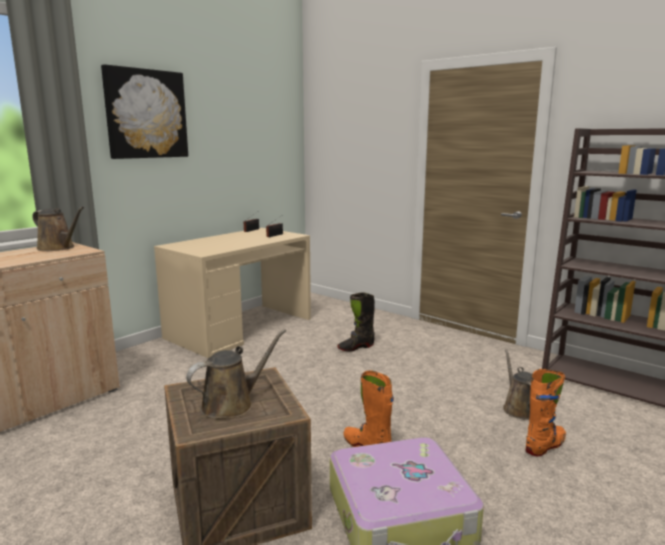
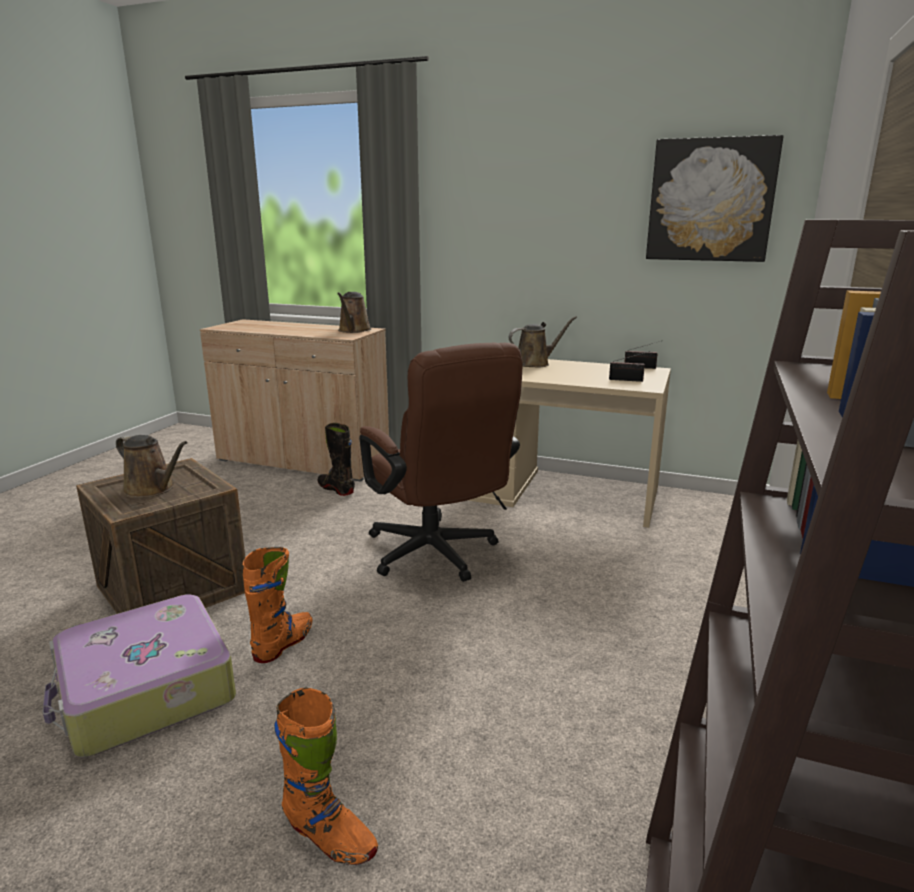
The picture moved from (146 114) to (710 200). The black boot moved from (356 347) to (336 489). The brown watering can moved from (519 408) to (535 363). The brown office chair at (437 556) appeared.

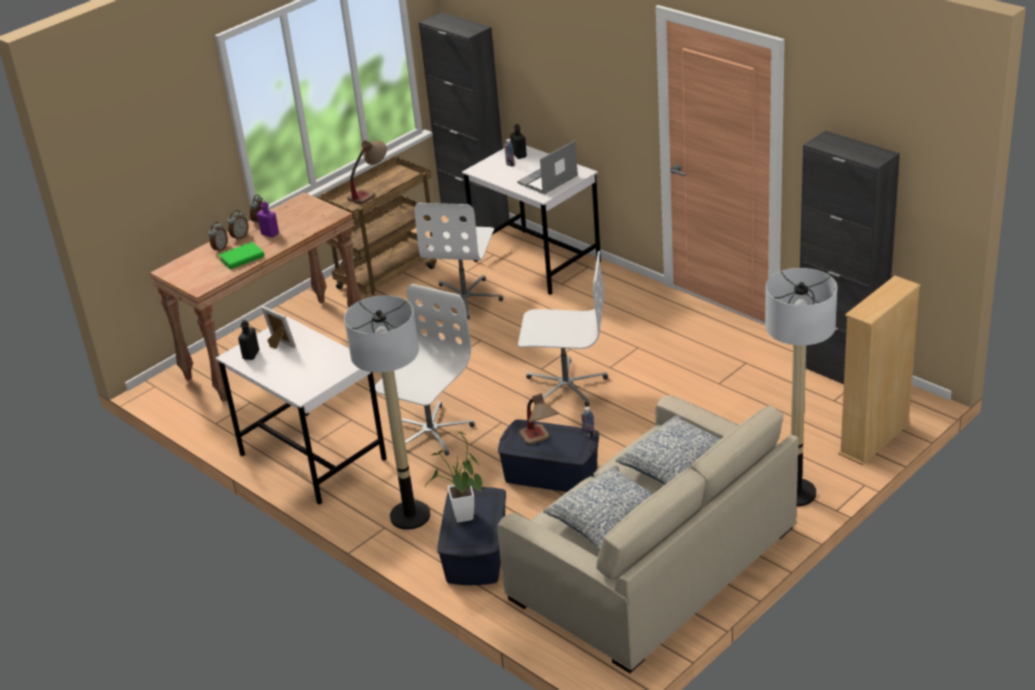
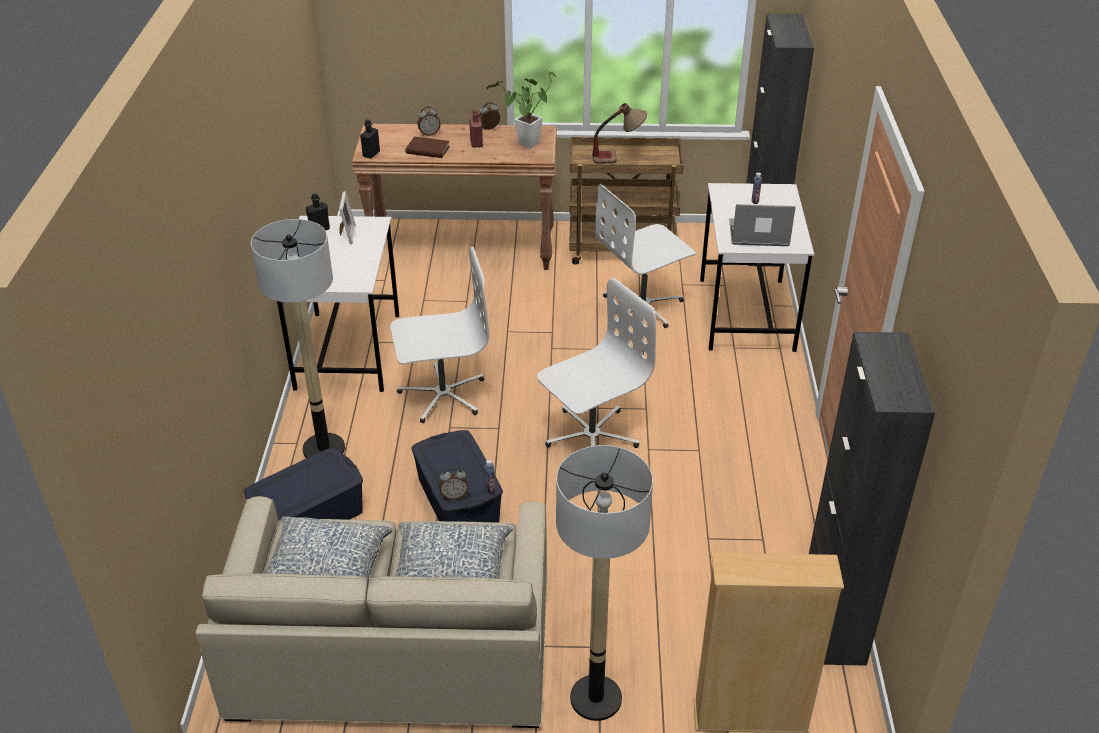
The green book at (242 258) became the brown book at (427 150). The alarm clock moved from (239 237) to (454 496). The purple bottle at (270 234) became the red bottle at (476 143). The potted plant moved from (464 520) to (525 146). The black bottle moved from (519 155) to (371 154). The white office chair at (565 385) turned 90 degrees counterclockwise. The table lamp at (540 444) disappeared.

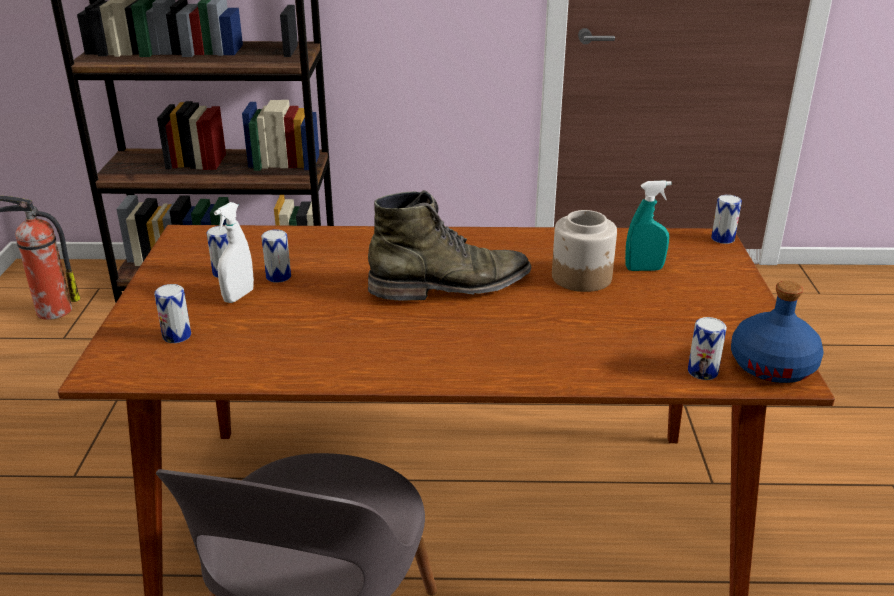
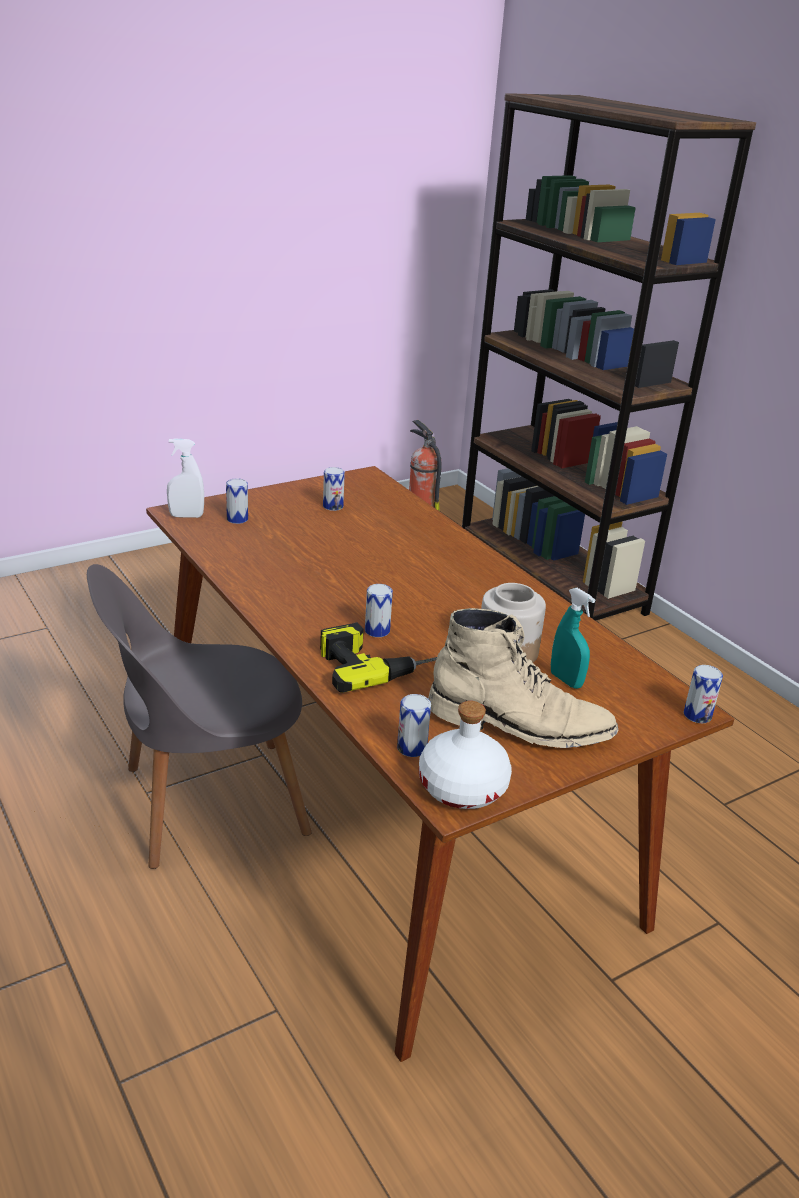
The white spray bottle moved from (238 296) to (186 516). The can moved from (278 276) to (377 630). The green boot at (451 286) disappeared. The blue bottle at (772 366) became the white bottle at (463 787). The power drill at (379 662) appeared. The beige boot at (520 725) appeared.

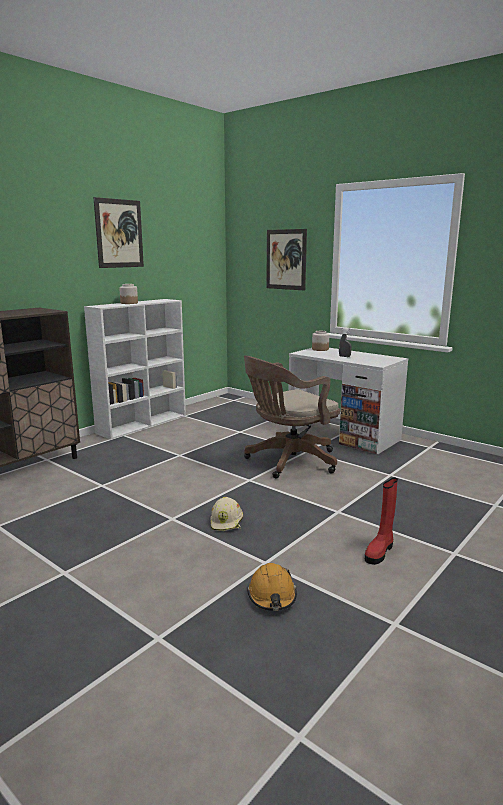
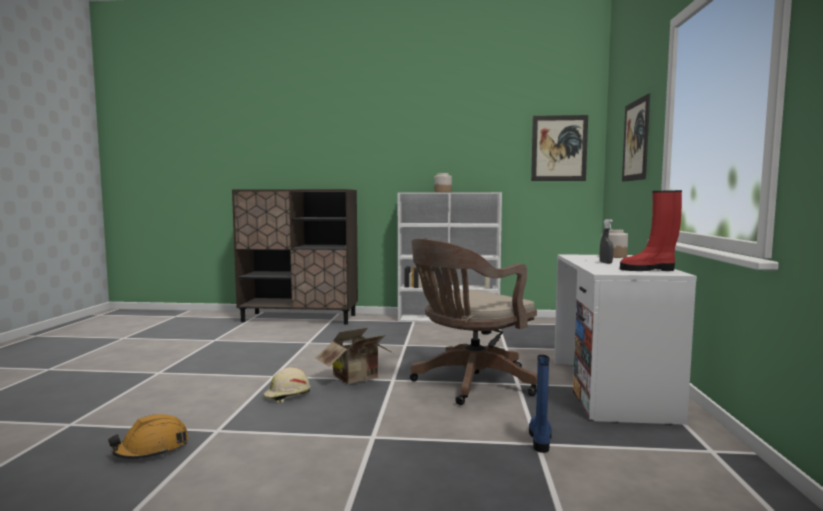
The picture moved from (119 233) to (559 148). The brown office chair at (288 461) turned 60 degrees counterclockwise. The red boot moved from (379 552) to (648 270). The cardboard box at (358 378) appeared. The blue boot at (540 439) appeared.

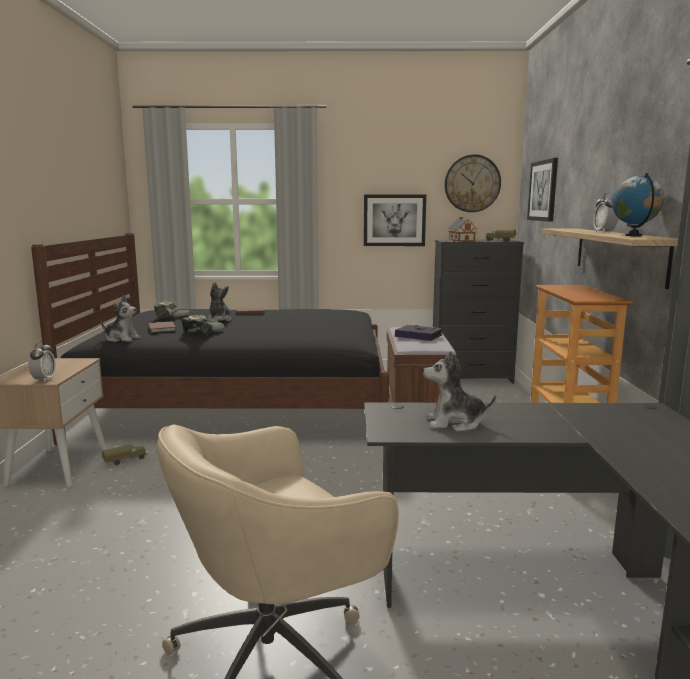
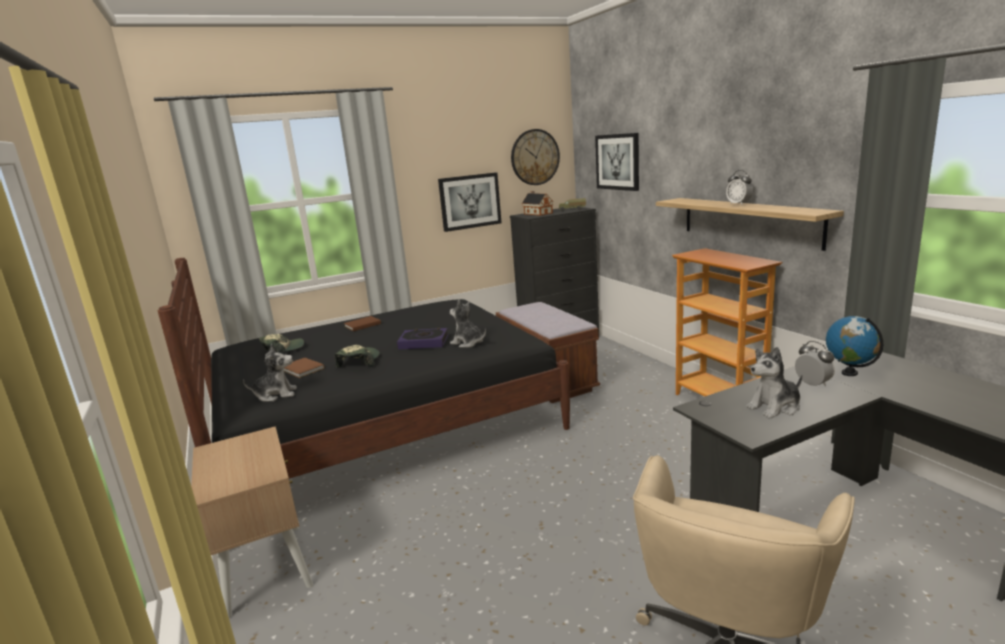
The alarm clock moved from (44 379) to (812 384). The toy truck at (125 460) disappeared. The plush toy moved from (219 320) to (468 343). The book moved from (418 336) to (423 342). The globe moved from (633 235) to (850 373).

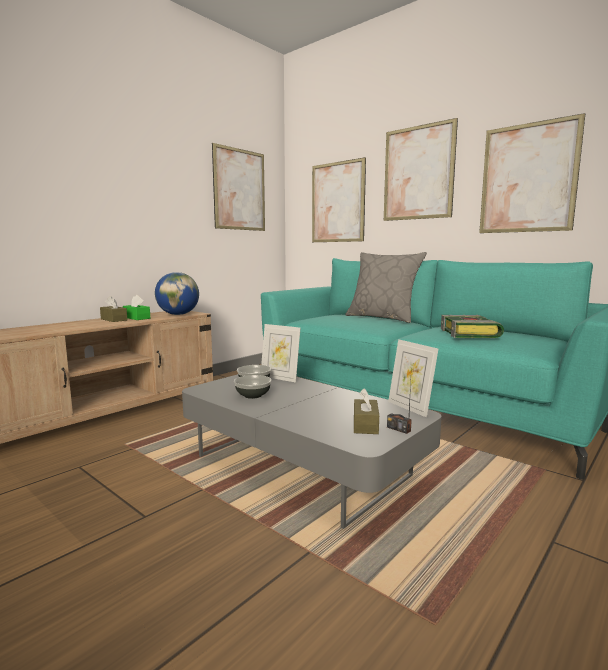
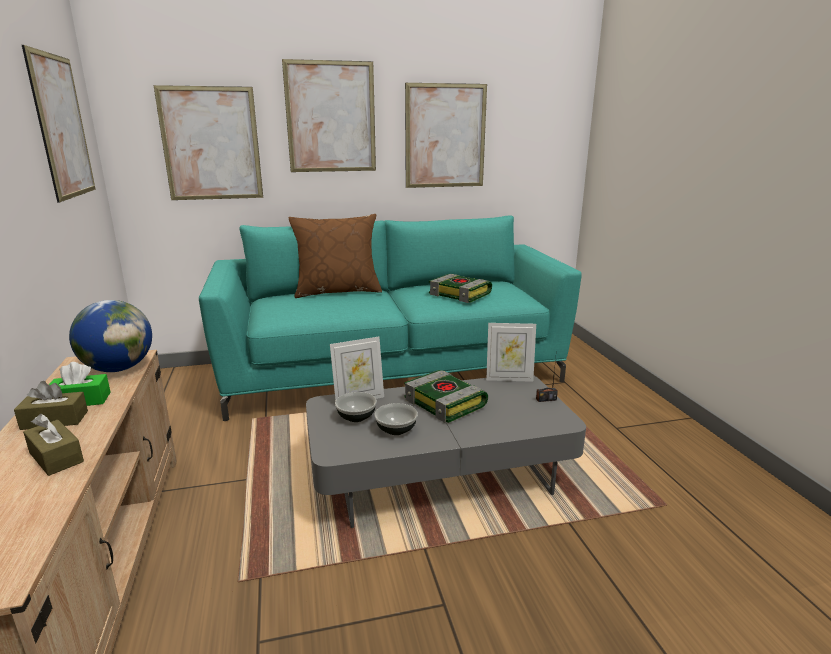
The grey pillow at (382 318) became the brown pillow at (338 291). The brown tissue box moved from (365 425) to (56 457). The book at (446 403) appeared.

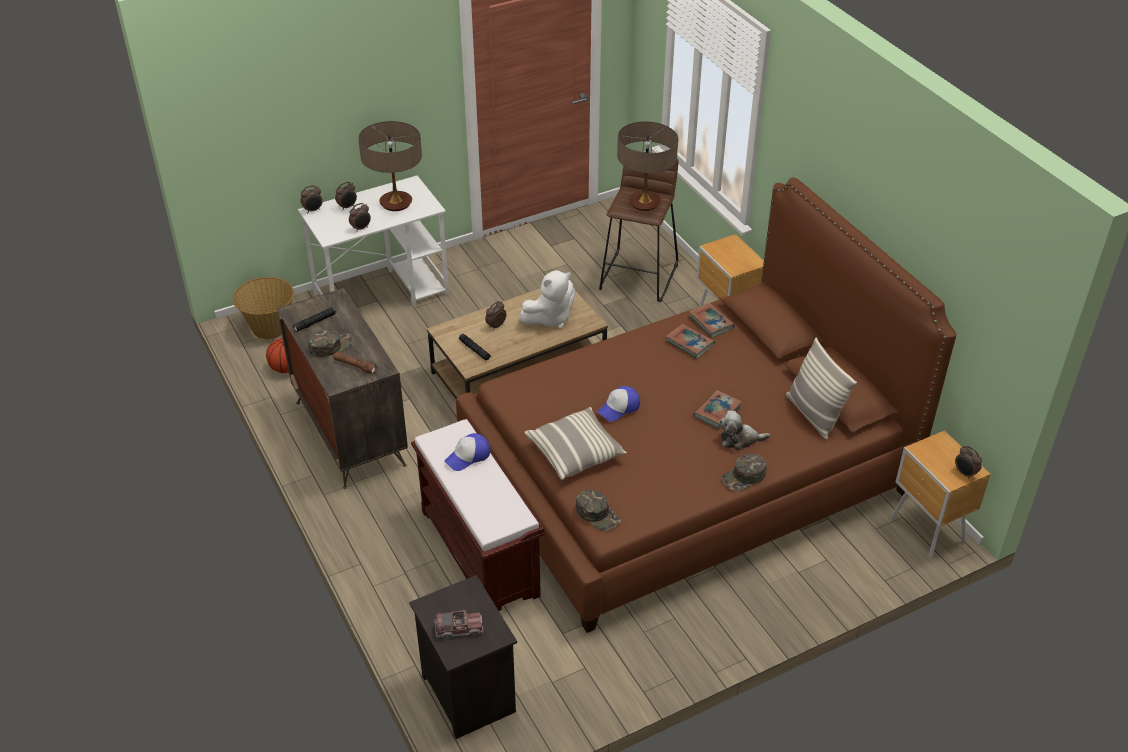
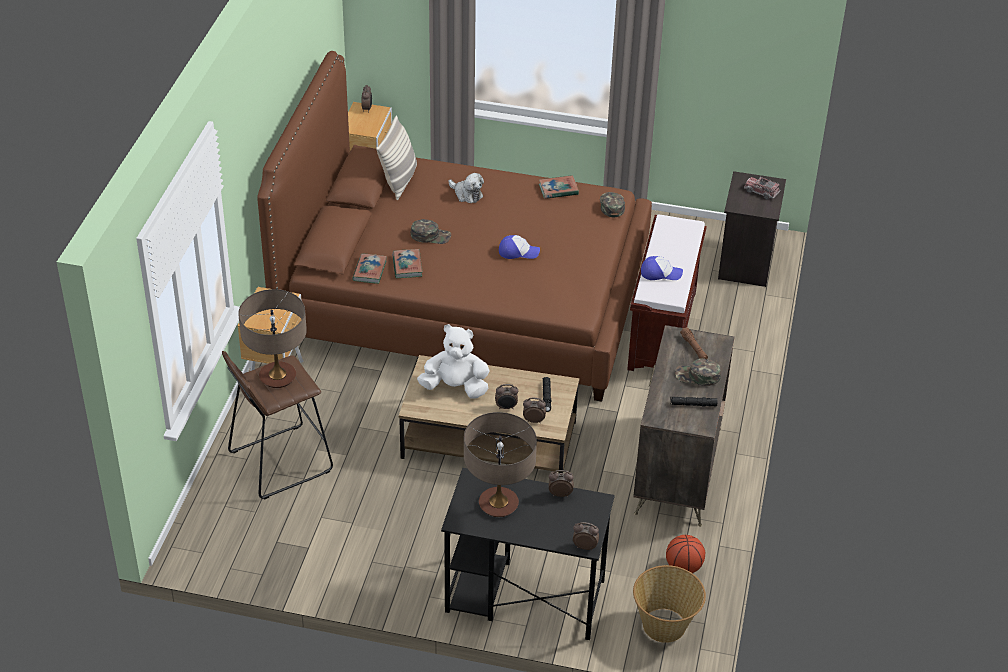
The white desk at (382 294) became the black desk at (523 596). The alarm clock moved from (347 207) to (534 420). The pillow at (575 452) disappeared. The book moved from (717 411) to (558 189). The green cap moved from (744 477) to (430 235).

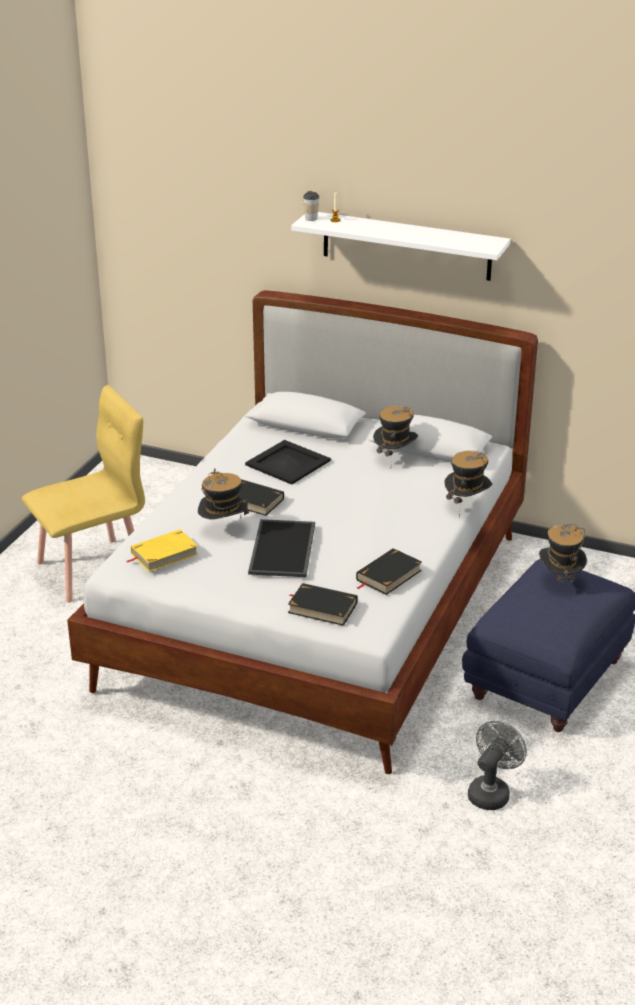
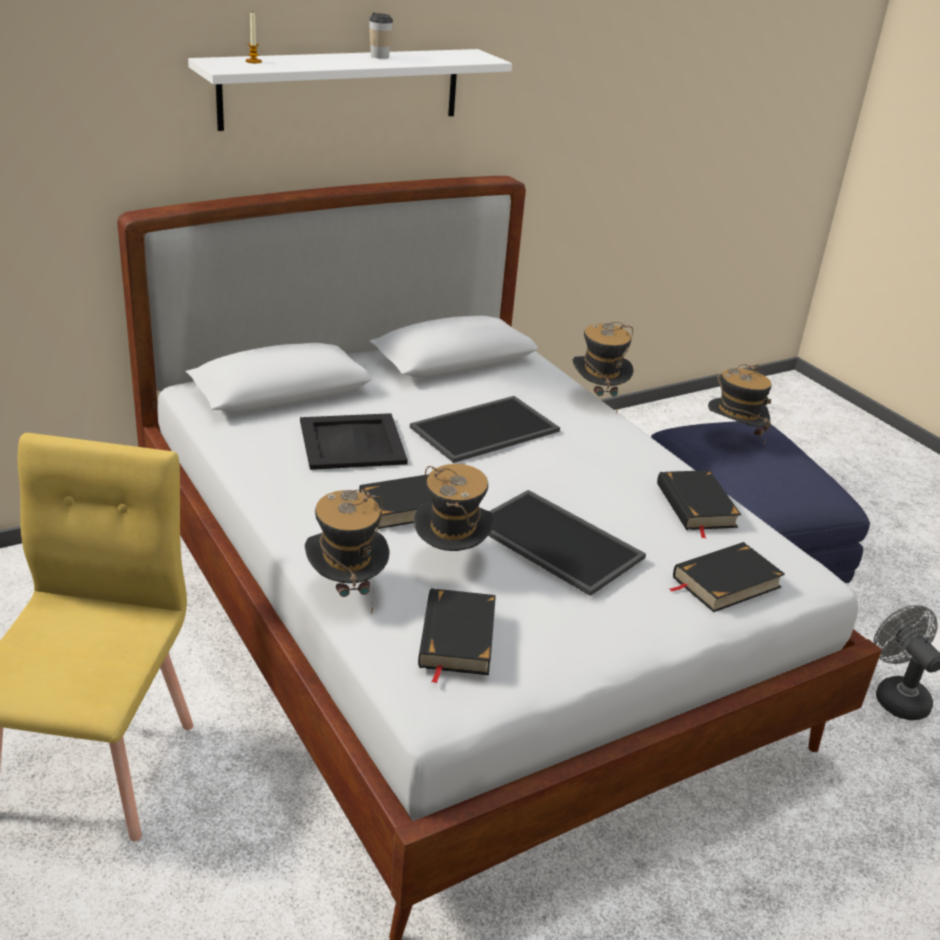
The yellow book at (164 554) became the black book at (456 638). The cup moved from (311 218) to (379 56). The hat moved from (395 458) to (346 591). The tray at (485 428) appeared.

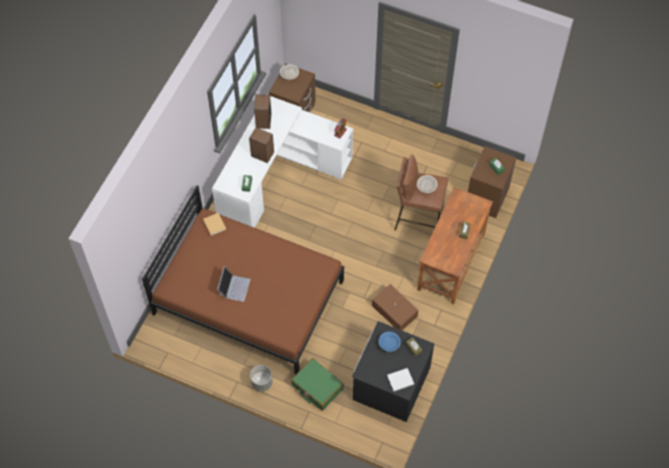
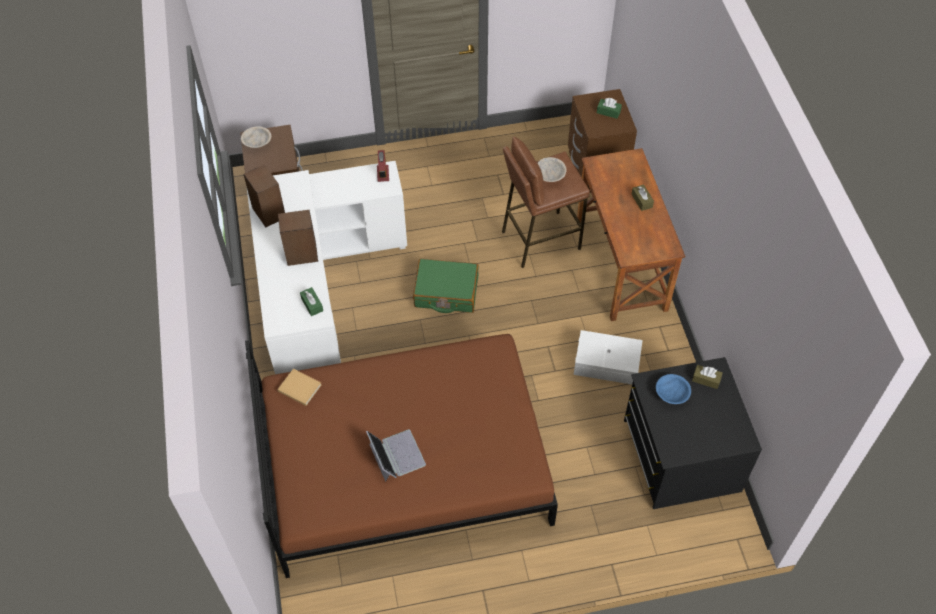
The grey planter at (262 382) disappeared. The green suitcase moved from (317 387) to (446 292). The brown storage box at (394 311) became the white storage box at (607 364). The white book at (399 380) disappeared.

